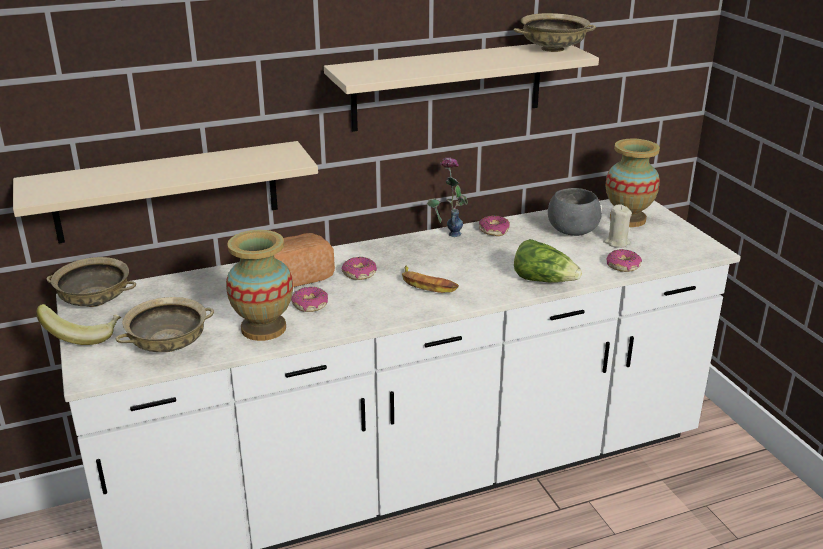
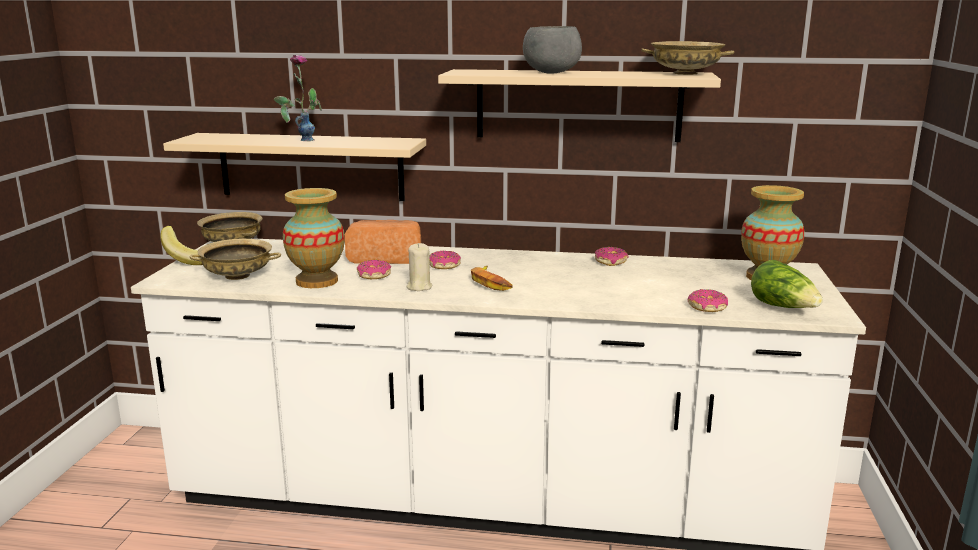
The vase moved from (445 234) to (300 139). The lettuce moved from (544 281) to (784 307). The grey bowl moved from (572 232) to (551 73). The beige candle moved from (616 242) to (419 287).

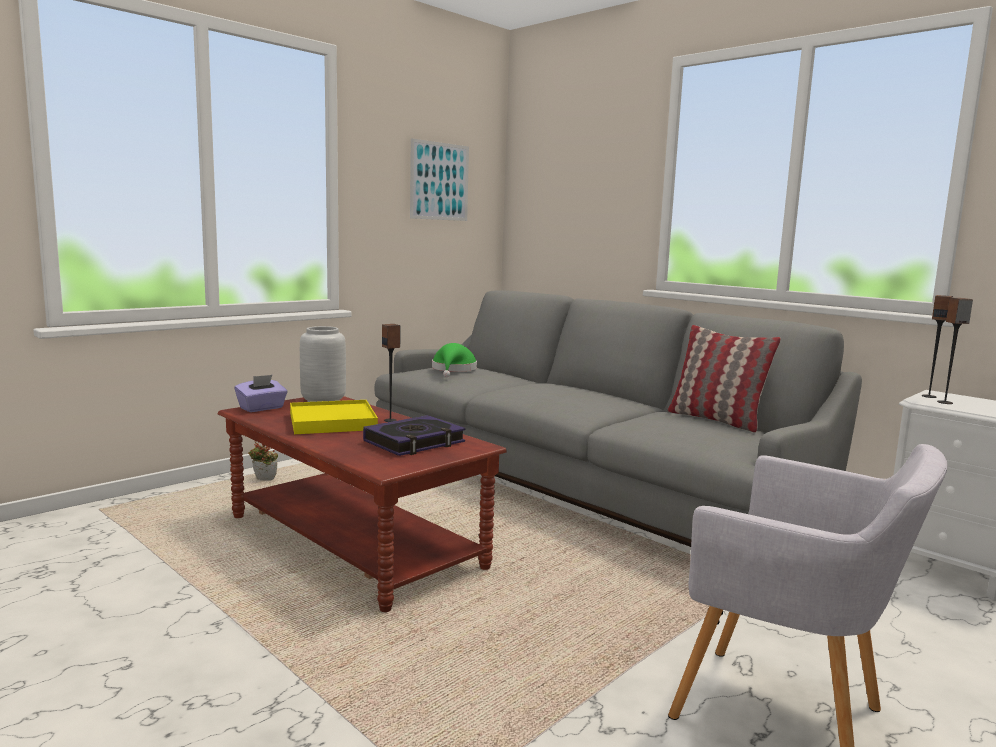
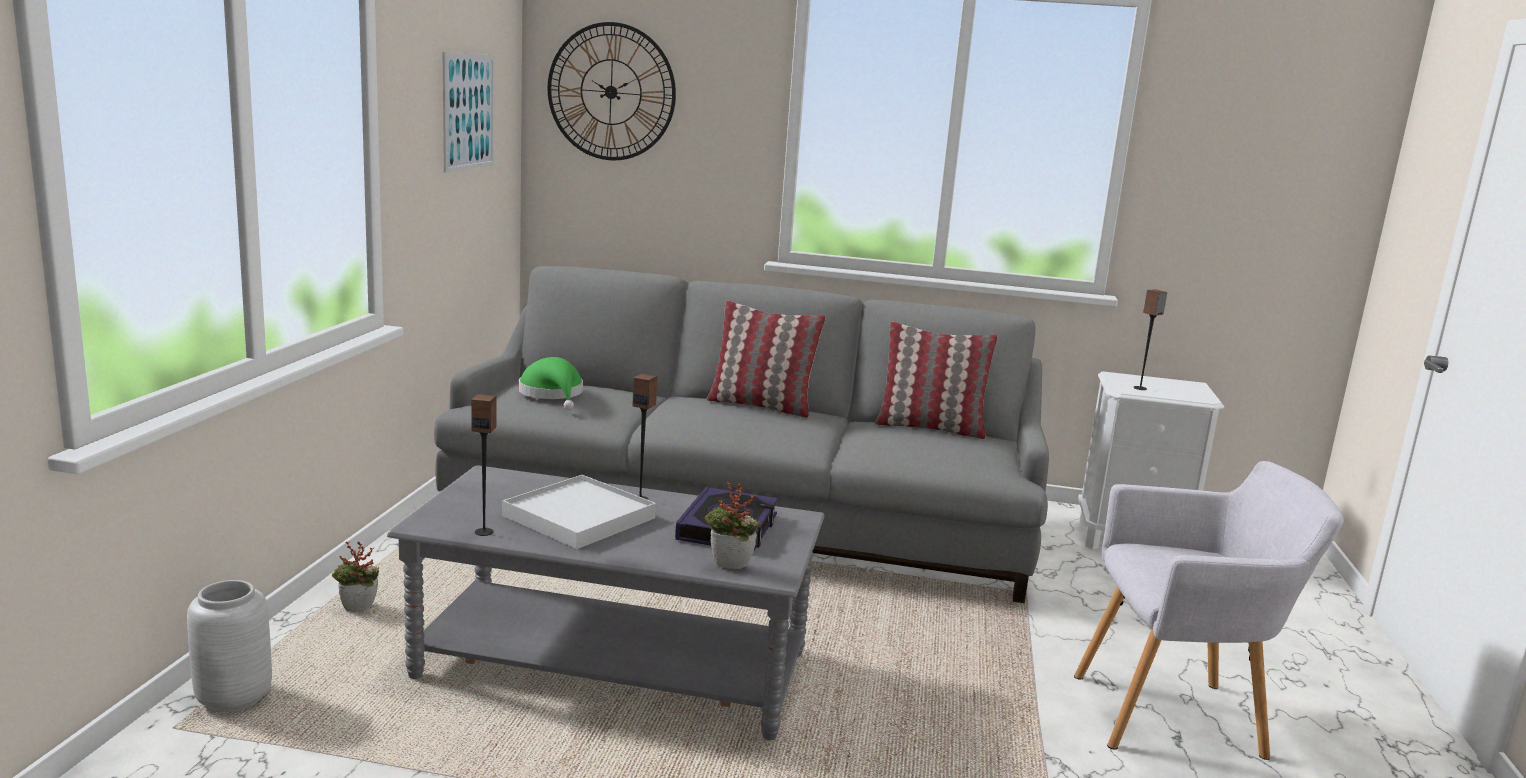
The brown coffee table at (353 541) became the grey coffee table at (613 666). The purple tissue box at (262 408) disappeared. The yellow tray at (332 421) became the white tray at (579 517). The grey vase moved from (323 401) to (235 699). The speaker moved from (929 396) to (484 532). The wall clock at (611 92) appeared. The potted plant at (729 568) appeared. The pillow at (761 405) appeared.

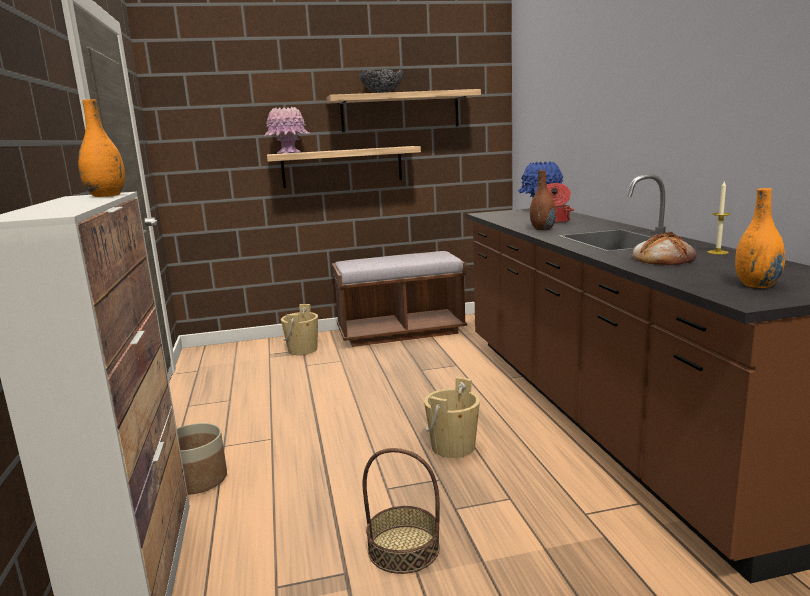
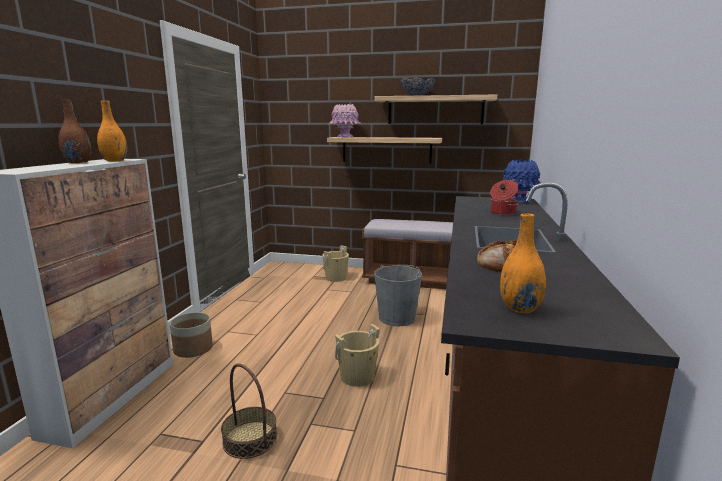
The brown vase moved from (542 229) to (78 162). The candle at (718 252) disappeared. The grey bucket at (397 318) appeared.

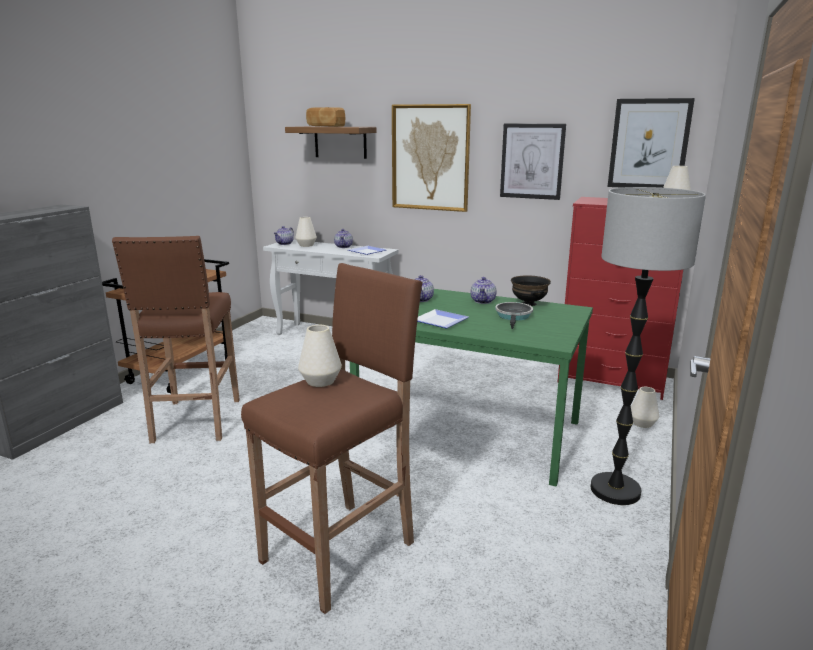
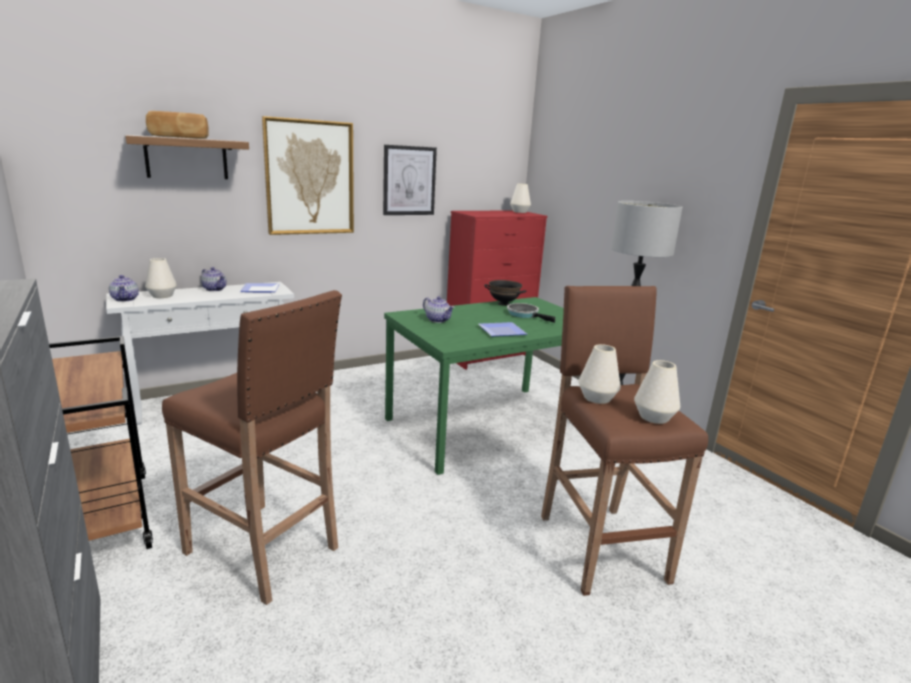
The teapot at (483 301) disappeared. The picture at (649 144) disappeared. The white vase moved from (642 423) to (654 417).

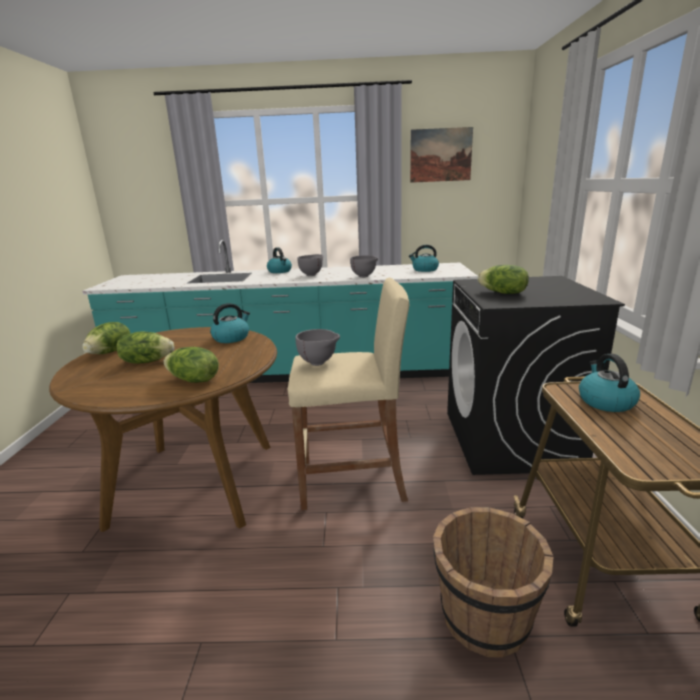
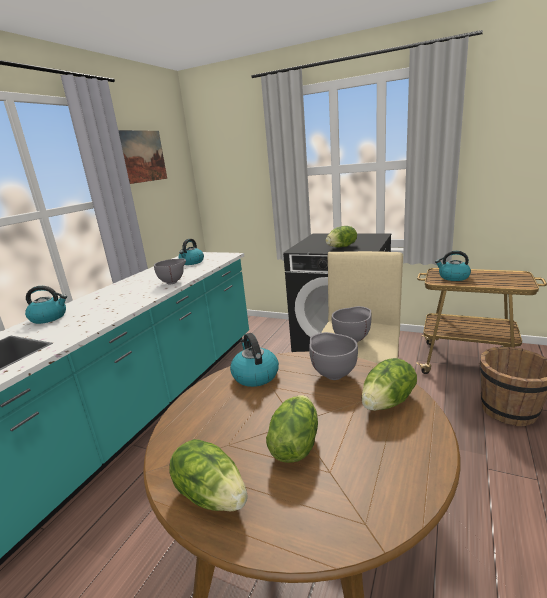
The grey bowl moved from (312 275) to (332 374).

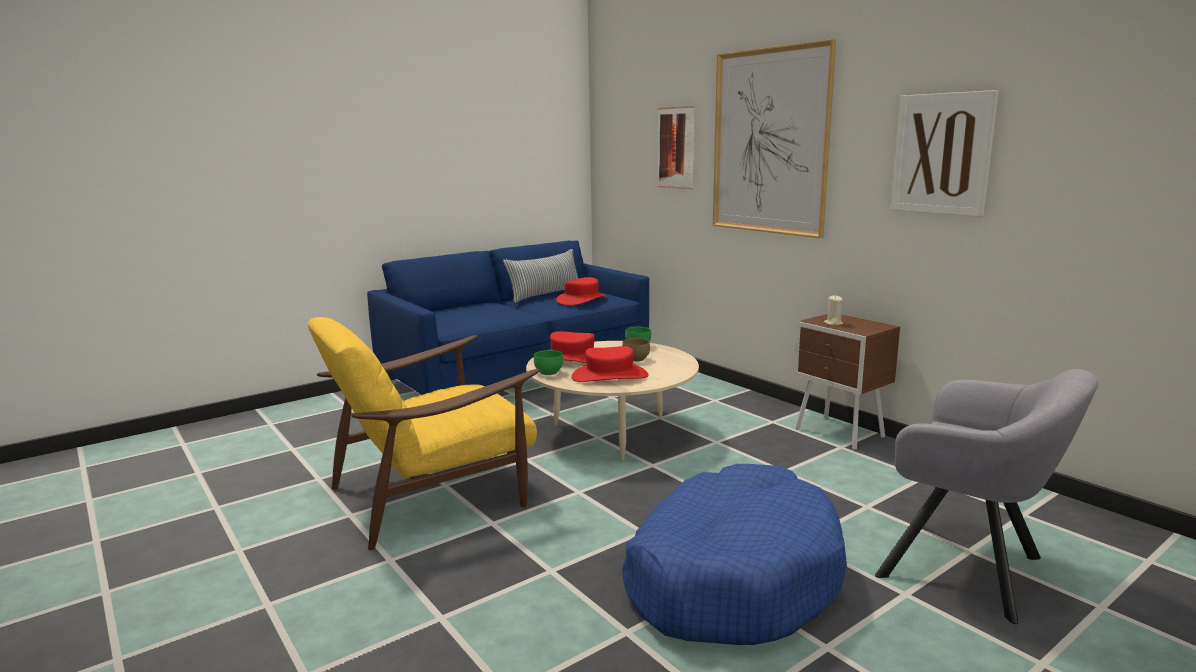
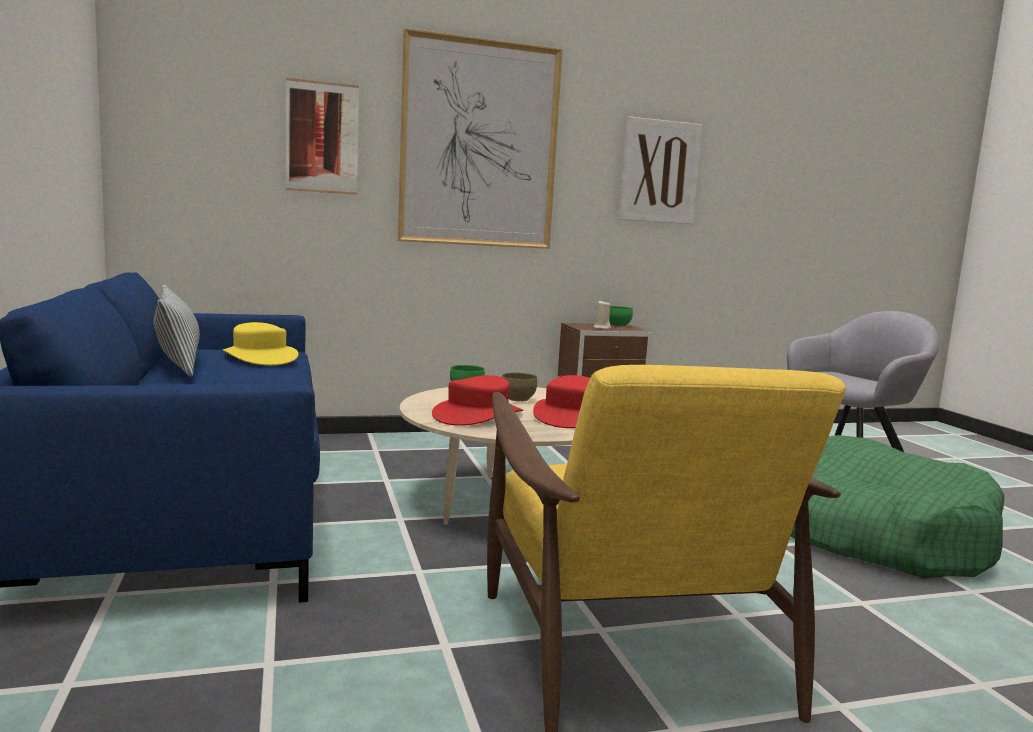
The green bowl moved from (547 373) to (618 325). The red hat at (581 300) became the yellow hat at (260 358). The blue dog bed at (731 577) became the green dog bed at (866 532).

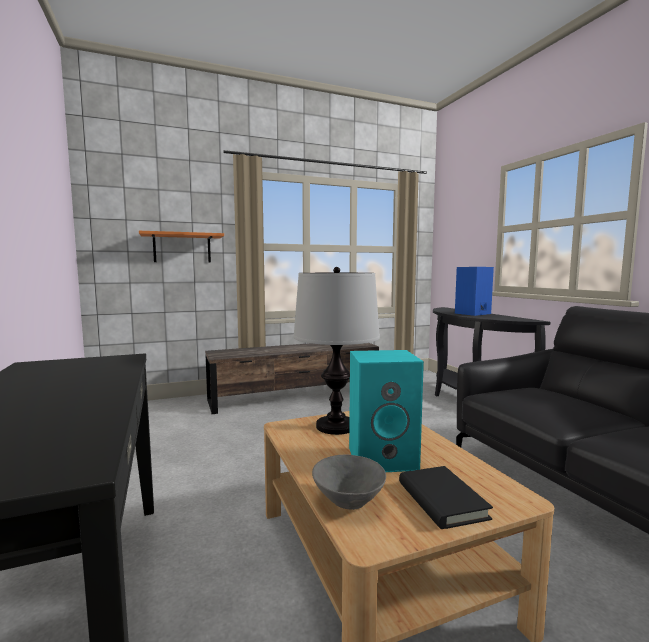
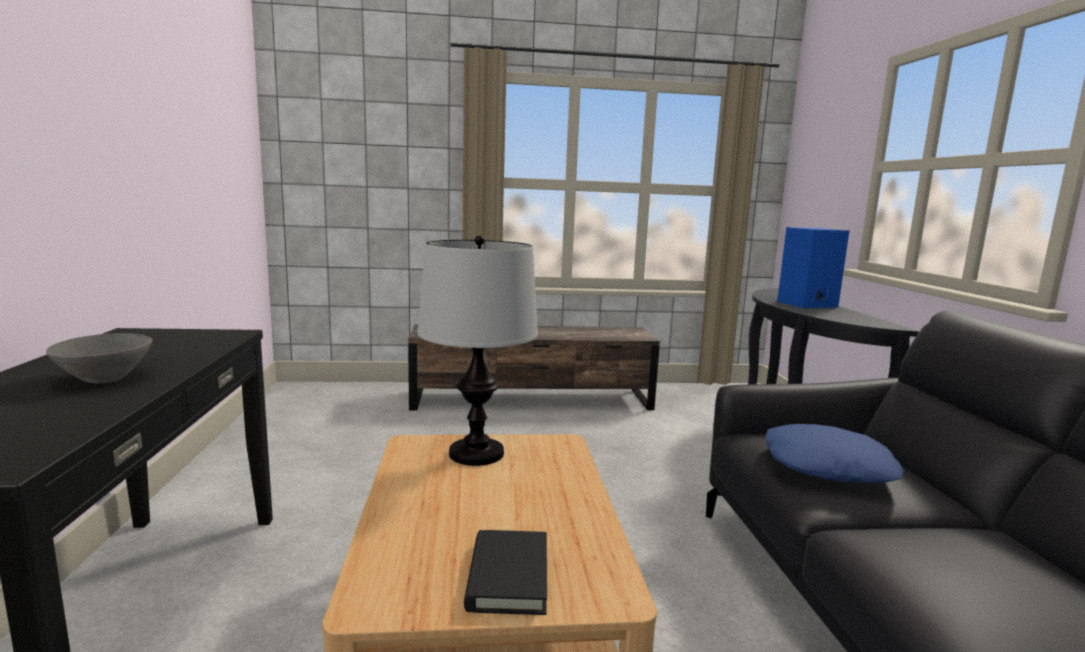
The orange shelf at (182 248) disappeared. The grey bowl moved from (349 502) to (104 379). The turquoise speaker at (384 458) disappeared. The blue pillow at (827 466) appeared.

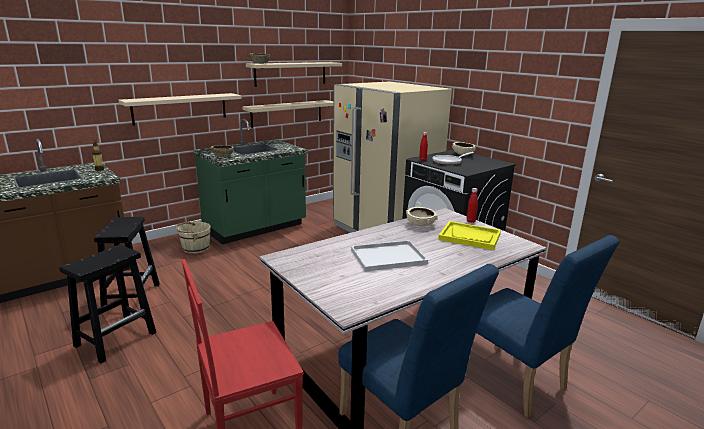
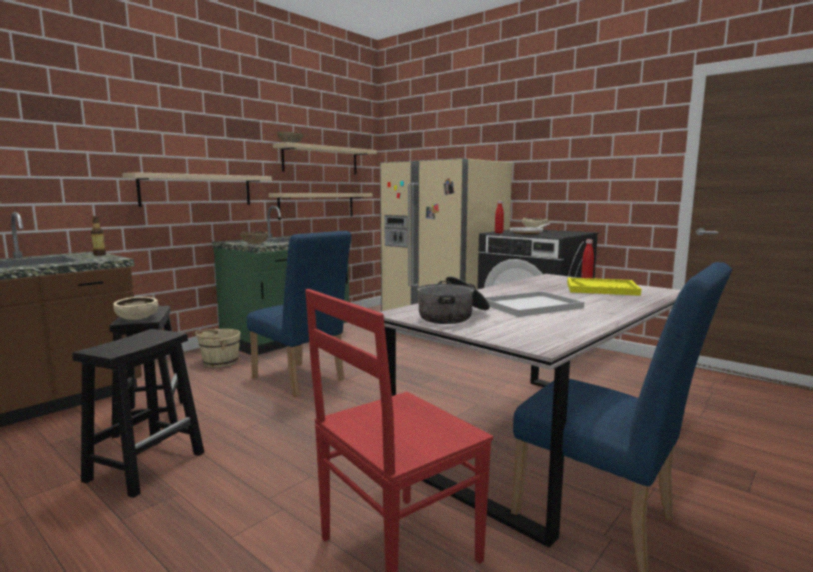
The beige bowl moved from (420 224) to (137 318). The blue chair moved from (517 384) to (301 380). The cooking pot at (453 316) appeared.

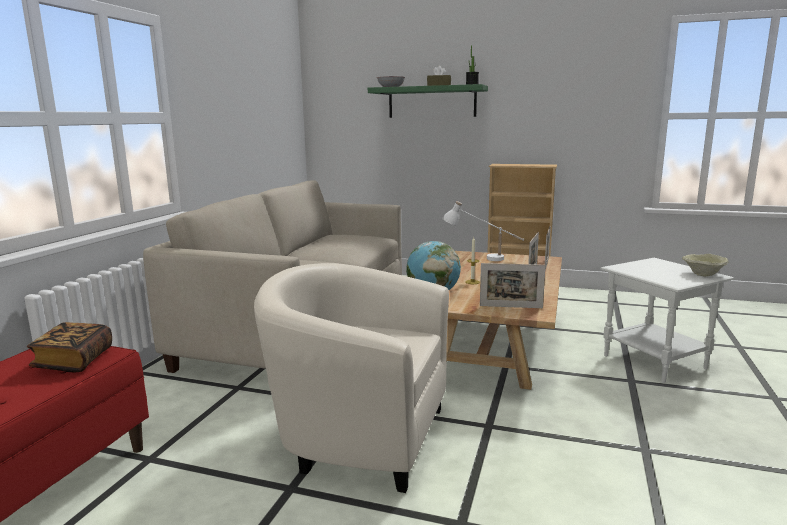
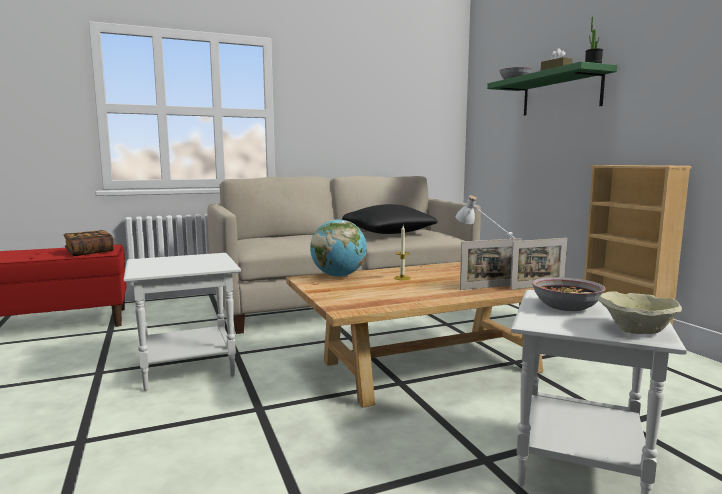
The beige armchair at (358 435) was replaced by the white side table at (189 368). The picture frame at (511 307) disappeared. The black pillow at (388 233) appeared. The bowl at (566 307) appeared.

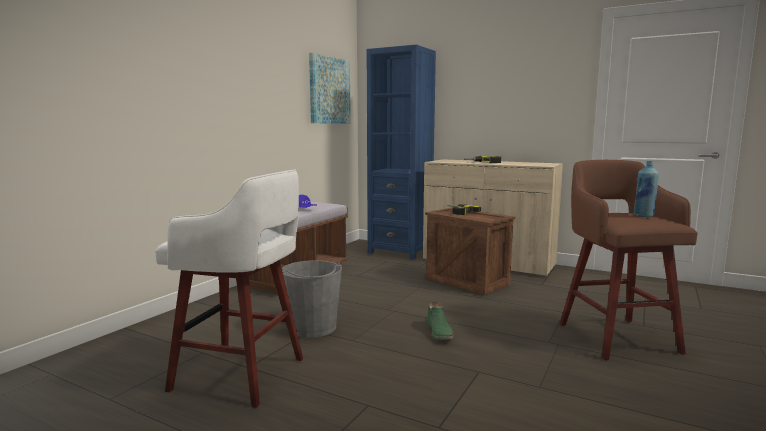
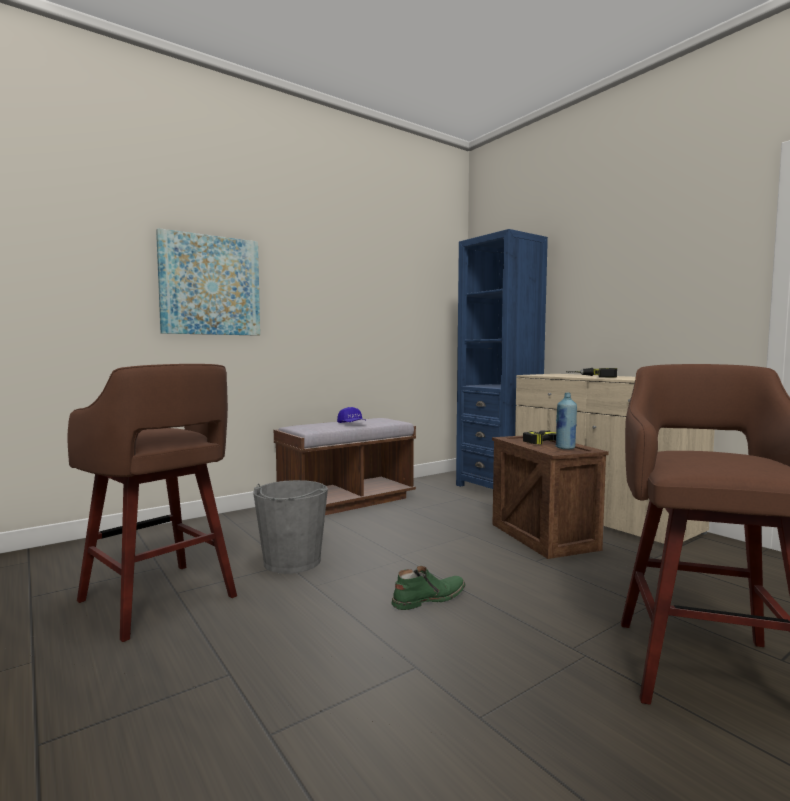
The white stool at (242 375) became the brown stool at (159 600). The picture moved from (329 90) to (210 285). The green boot at (440 332) turned 135 degrees counterclockwise. The blue bottle moved from (643 216) to (565 448).

